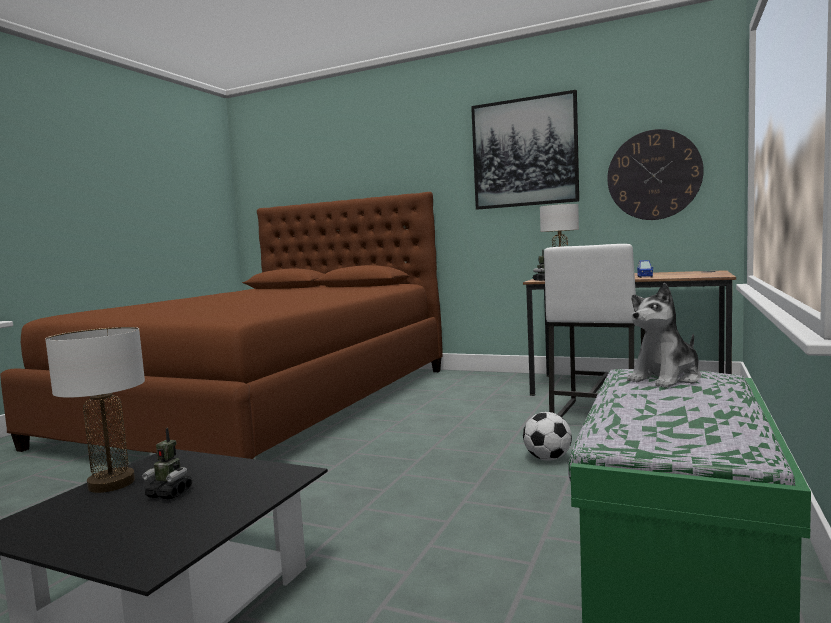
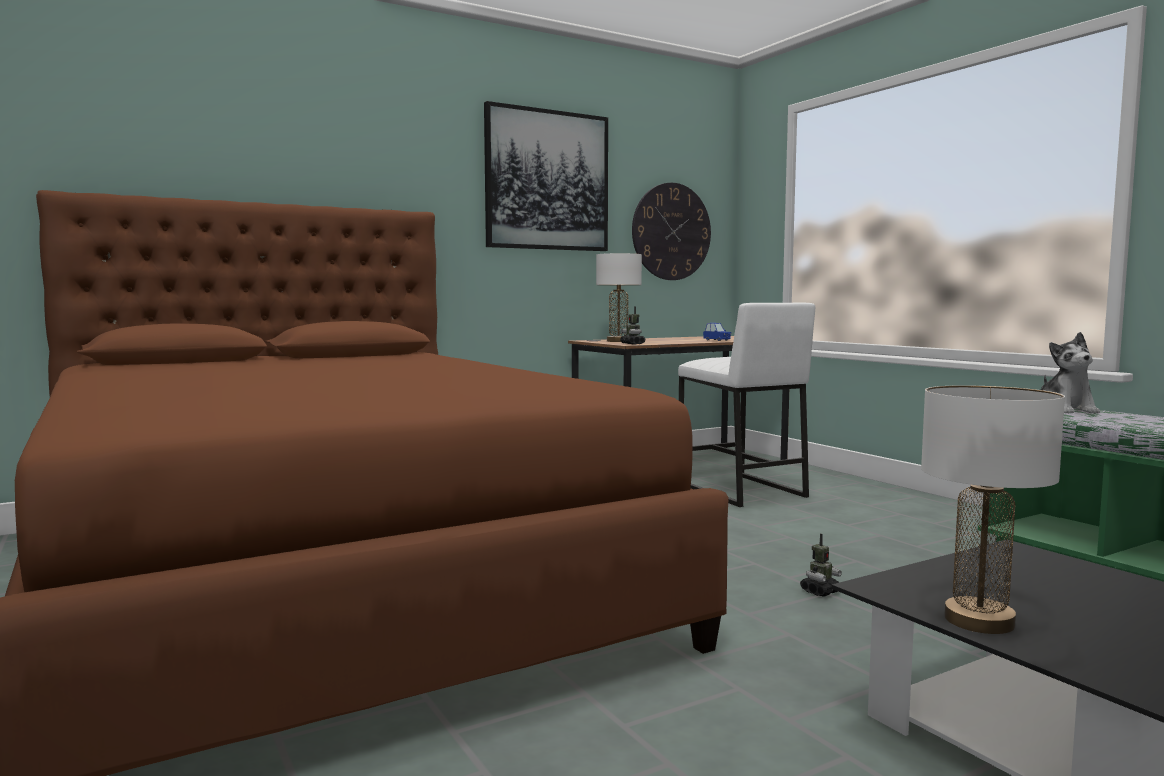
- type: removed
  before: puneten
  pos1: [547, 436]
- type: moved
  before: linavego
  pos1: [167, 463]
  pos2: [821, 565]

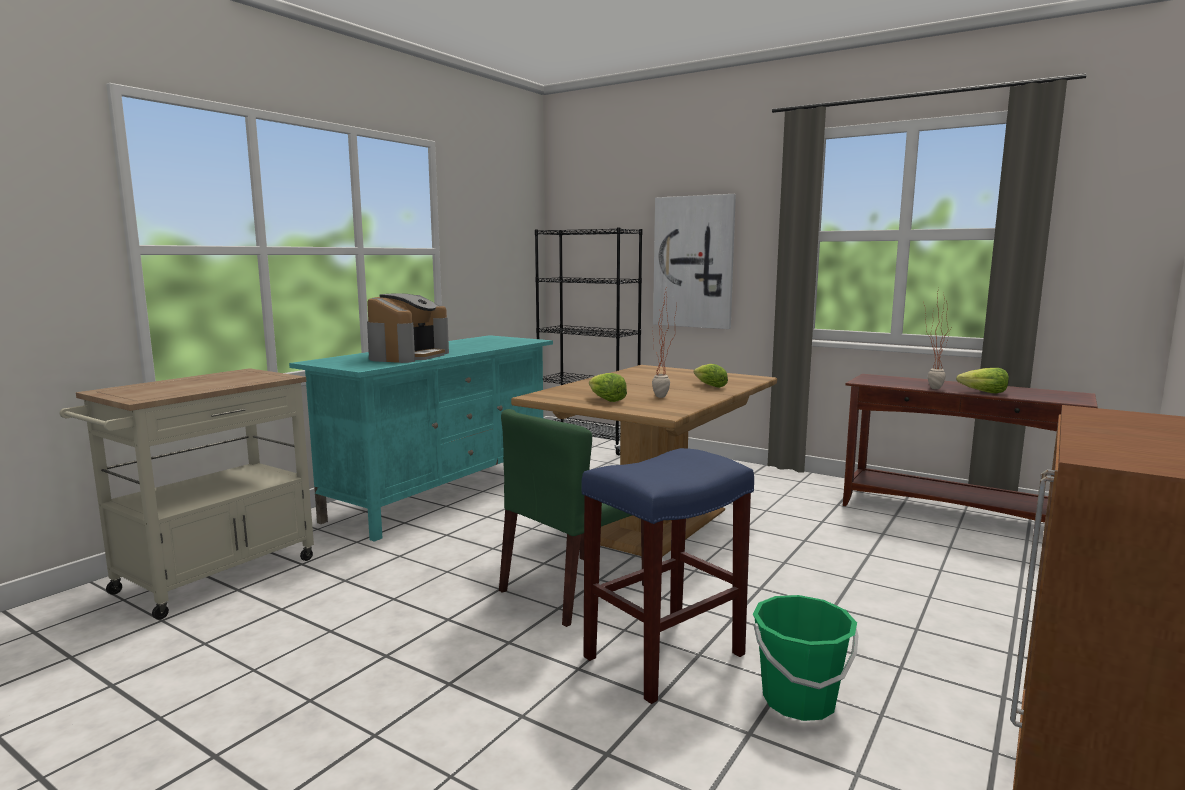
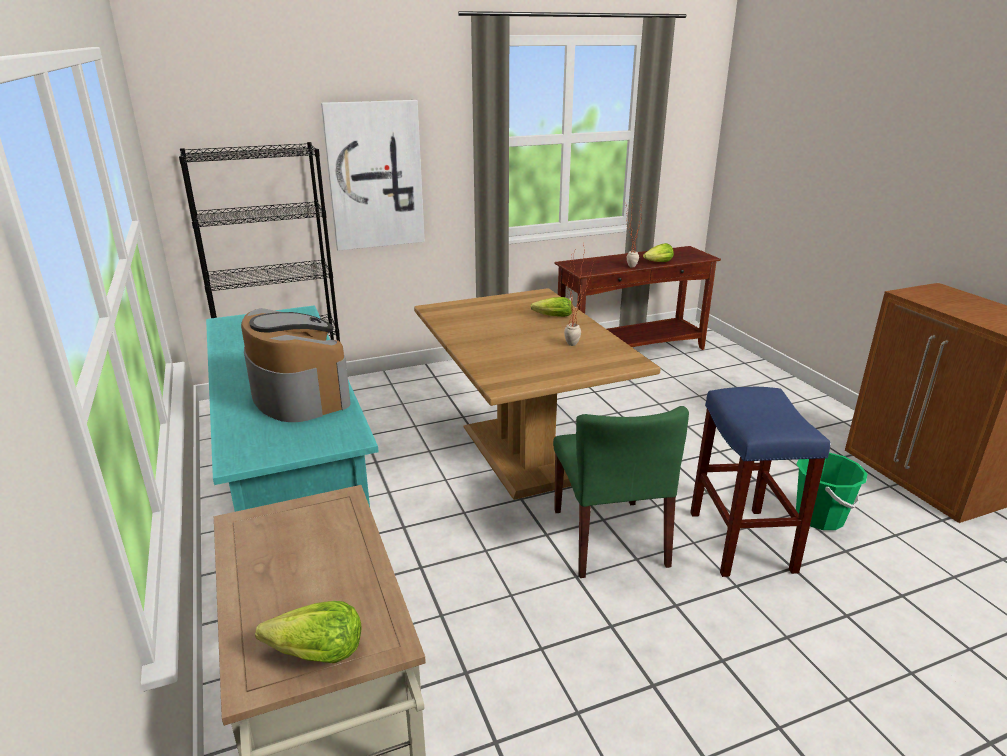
- type: moved
  before: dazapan
  pos1: [608, 387]
  pos2: [308, 632]

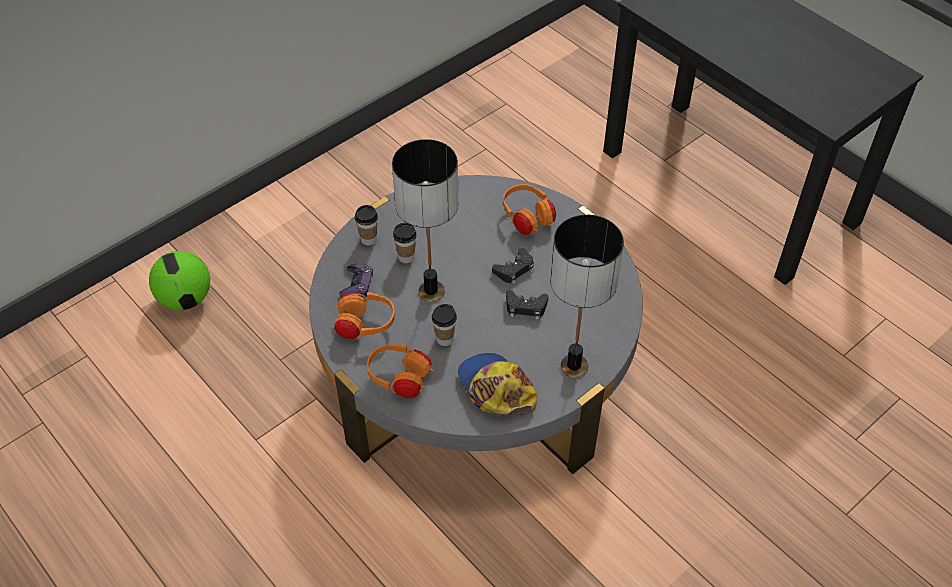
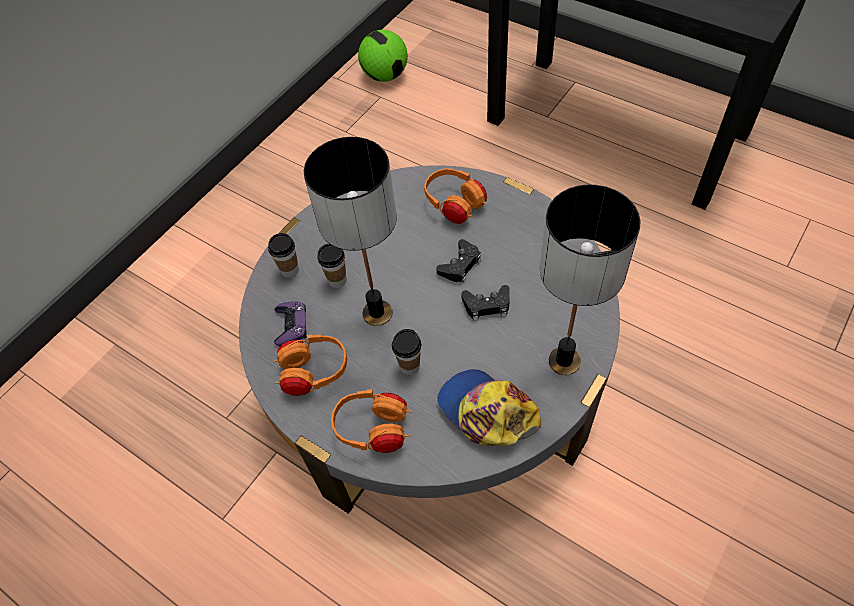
- type: moved
  before: puneten
  pos1: [179, 280]
  pos2: [383, 56]

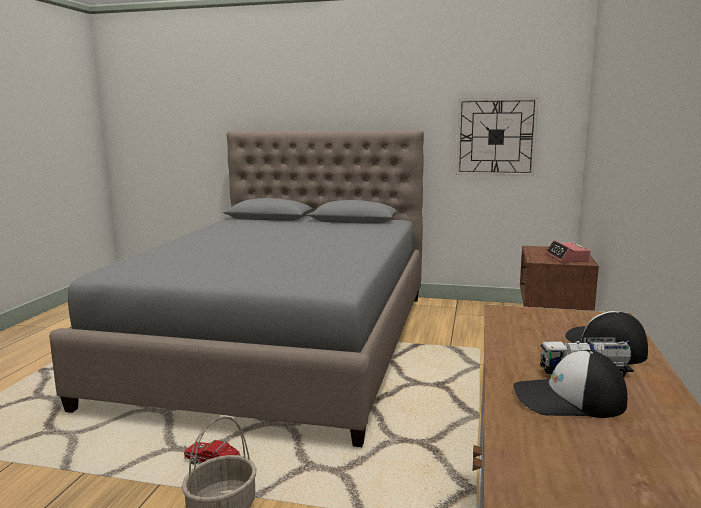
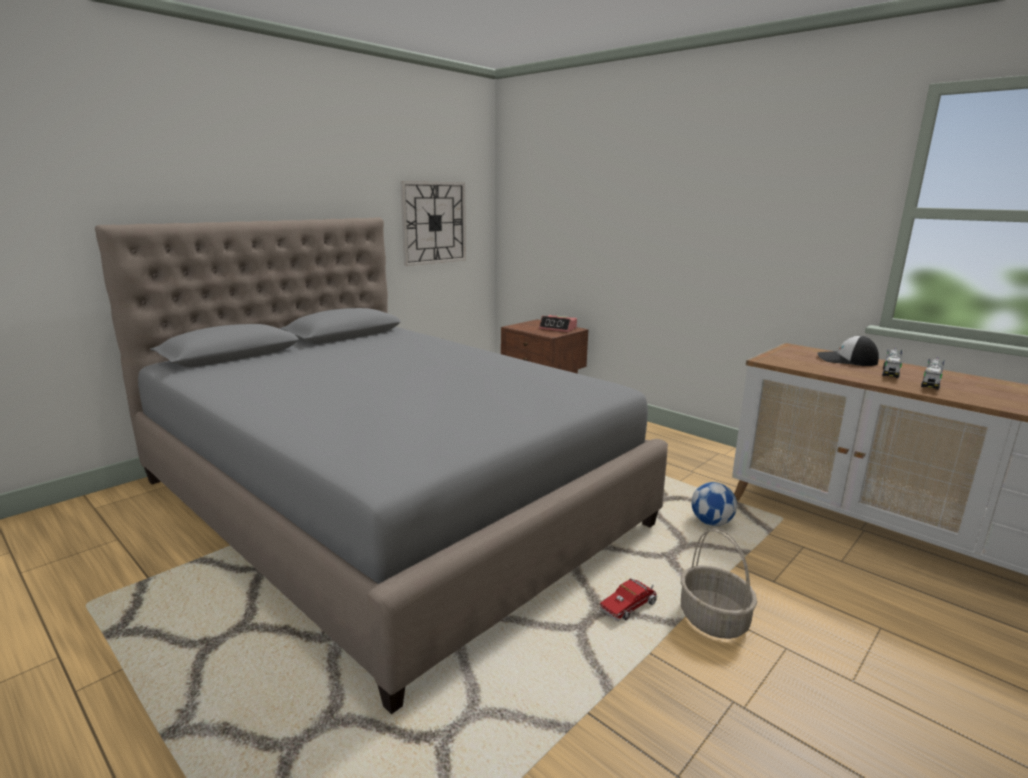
- type: replaced
  before: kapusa
  after: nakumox
  pos1: [571, 384]
  pos2: [933, 374]
- type: added
  after: puneten
  pos2: [714, 504]

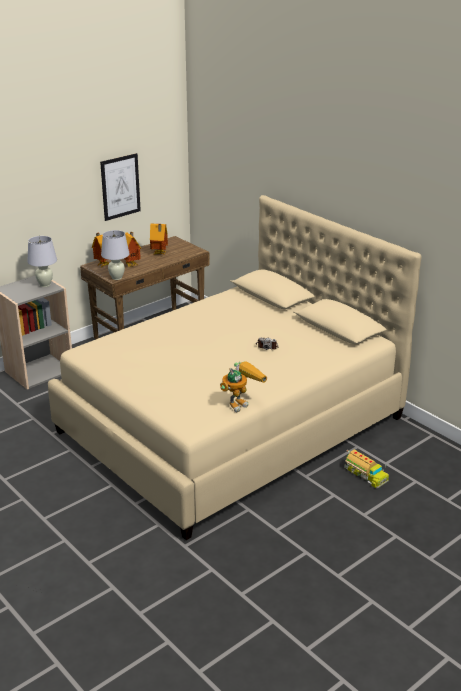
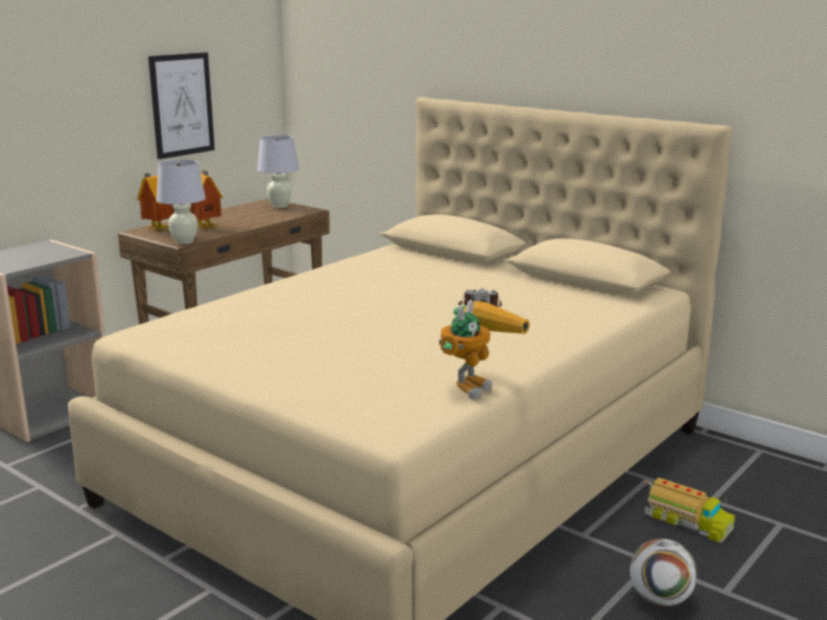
- type: removed
  before: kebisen
  pos1: [159, 239]
- type: moved
  before: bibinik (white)
  pos1: [42, 261]
  pos2: [278, 171]
- type: added
  after: puneten
  pos2: [663, 572]

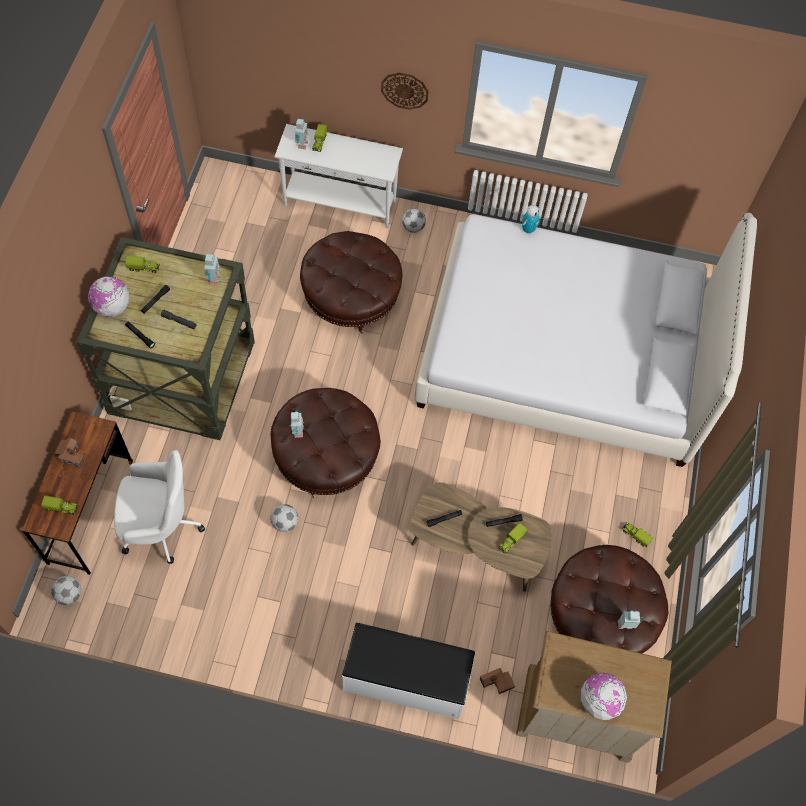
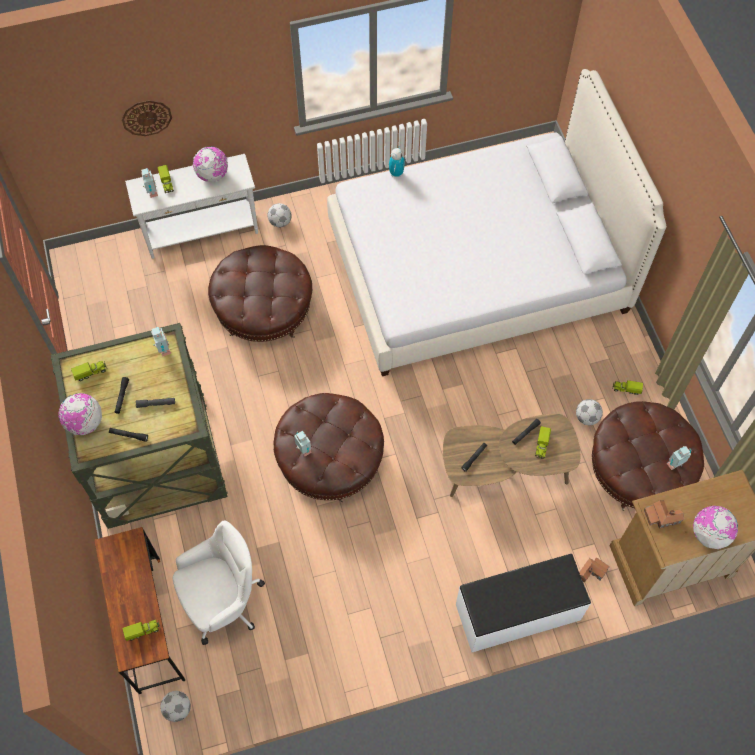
- type: moved
  before: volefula
  pos1: [405, 91]
  pos2: [147, 118]
- type: moved
  before: kebisen
  pos1: [70, 453]
  pos2: [664, 514]
- type: moved
  before: puneten
  pos1: [284, 518]
  pos2: [589, 412]
- type: added
  after: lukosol
  pos2: [210, 164]

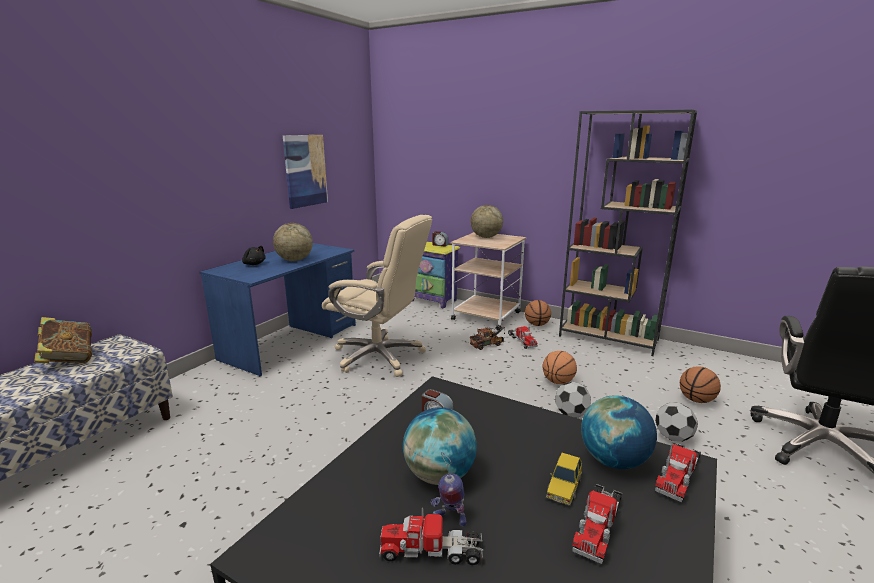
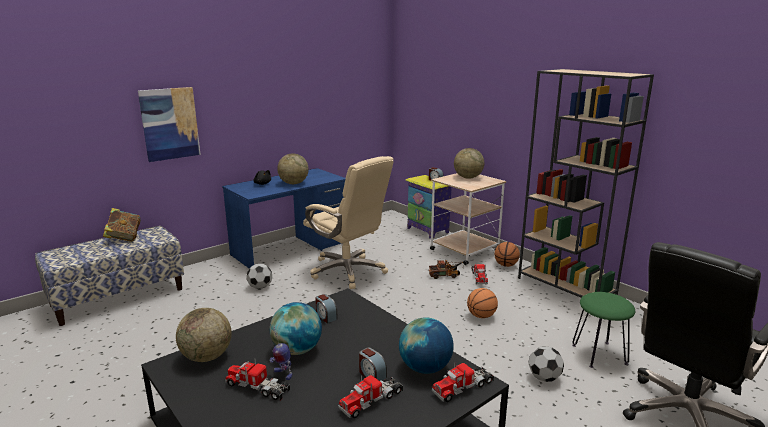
- type: moved
  before: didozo
  pos1: [305, 172]
  pos2: [169, 124]
- type: replaced
  before: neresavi
  after: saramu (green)
  pos1: [700, 384]
  pos2: [603, 330]
- type: moved
  before: puneten
  pos1: [573, 400]
  pos2: [259, 276]
- type: replaced
  before: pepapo
  after: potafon
  pos1: [564, 479]
  pos2: [373, 364]
- type: added
  after: lukosol
  pos2: [204, 335]

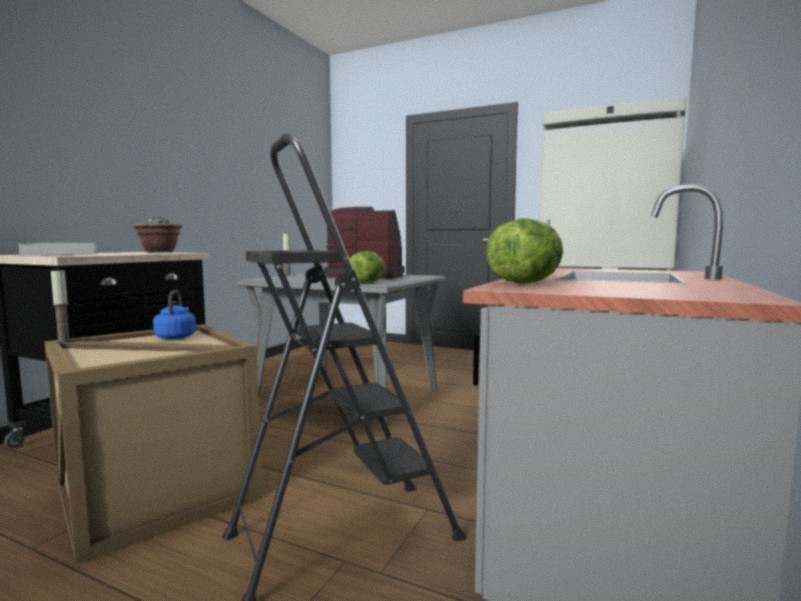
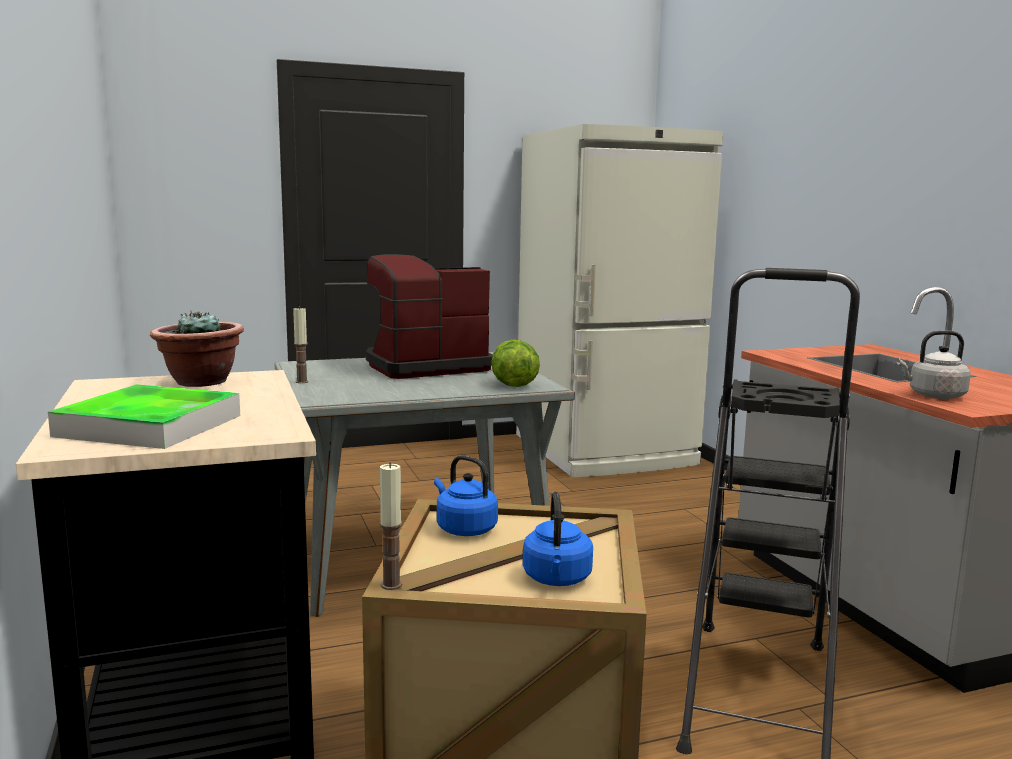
- type: replaced
  before: dazapan
  after: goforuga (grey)
  pos1: [524, 251]
  pos2: [933, 365]
- type: added
  after: goforuga (blue)
  pos2: [558, 538]

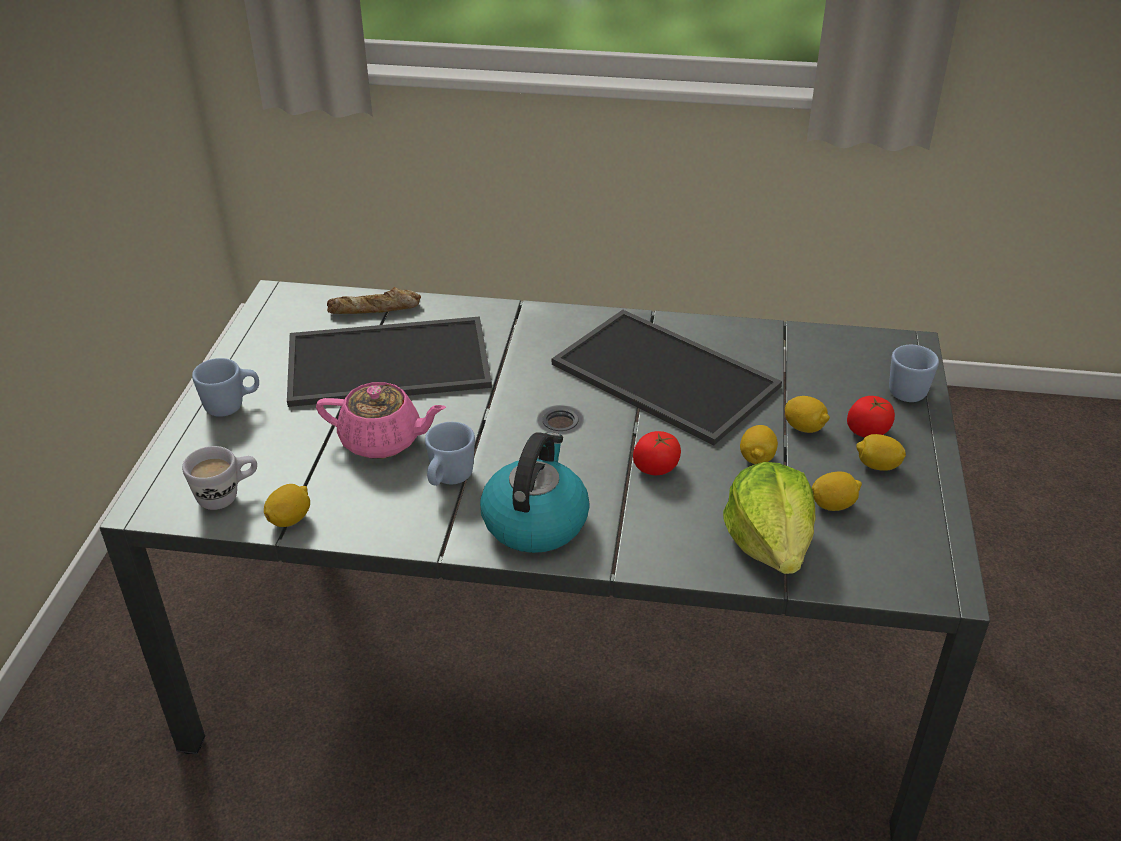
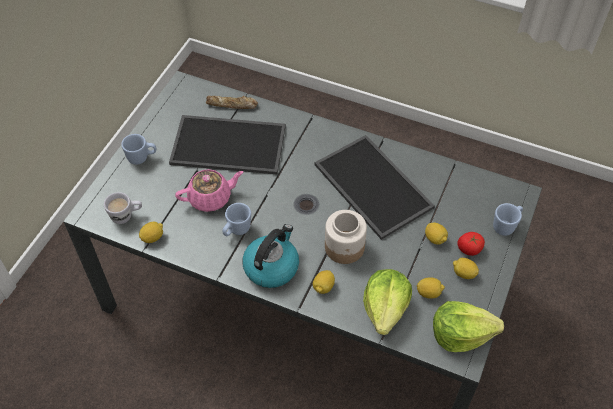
- type: turned
  before: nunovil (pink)
  pos1: [381, 420]
  pos2: [209, 190]
  turn: -45
- type: moved
  before: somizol
  pos1: [759, 444]
  pos2: [324, 282]
- type: replaced
  before: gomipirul
  after: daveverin
  pos1: [657, 453]
  pos2: [346, 237]
- type: added
  after: dazapan
  pos2: [468, 326]

